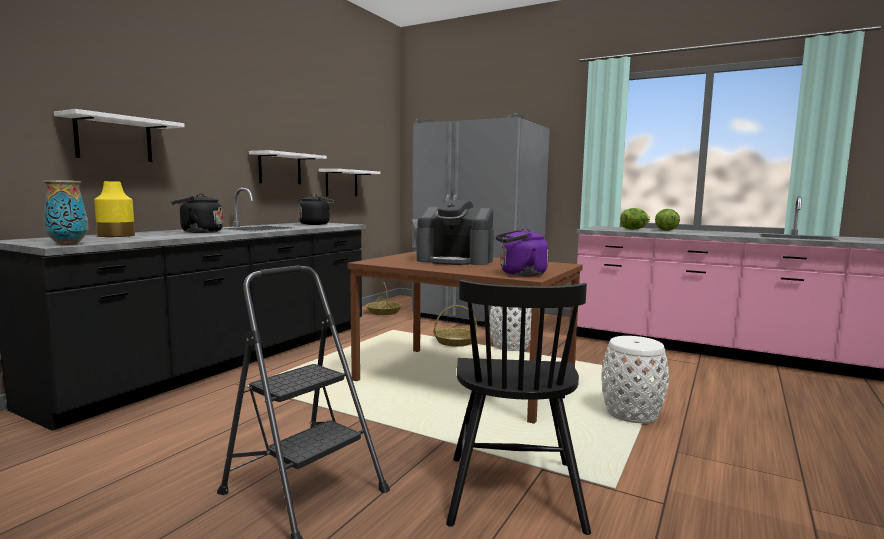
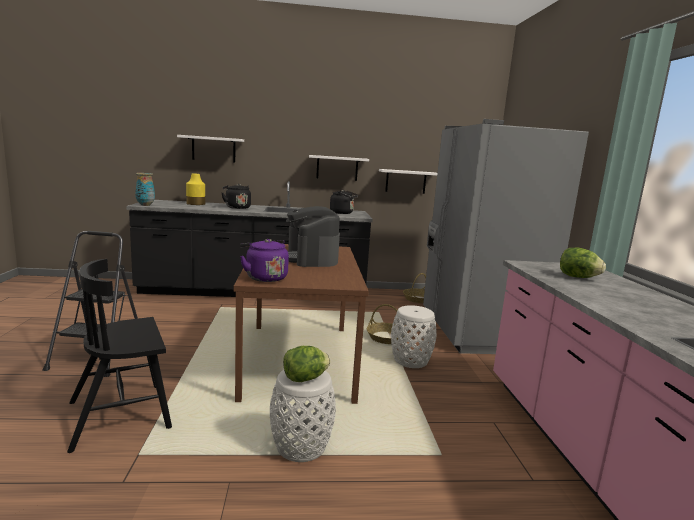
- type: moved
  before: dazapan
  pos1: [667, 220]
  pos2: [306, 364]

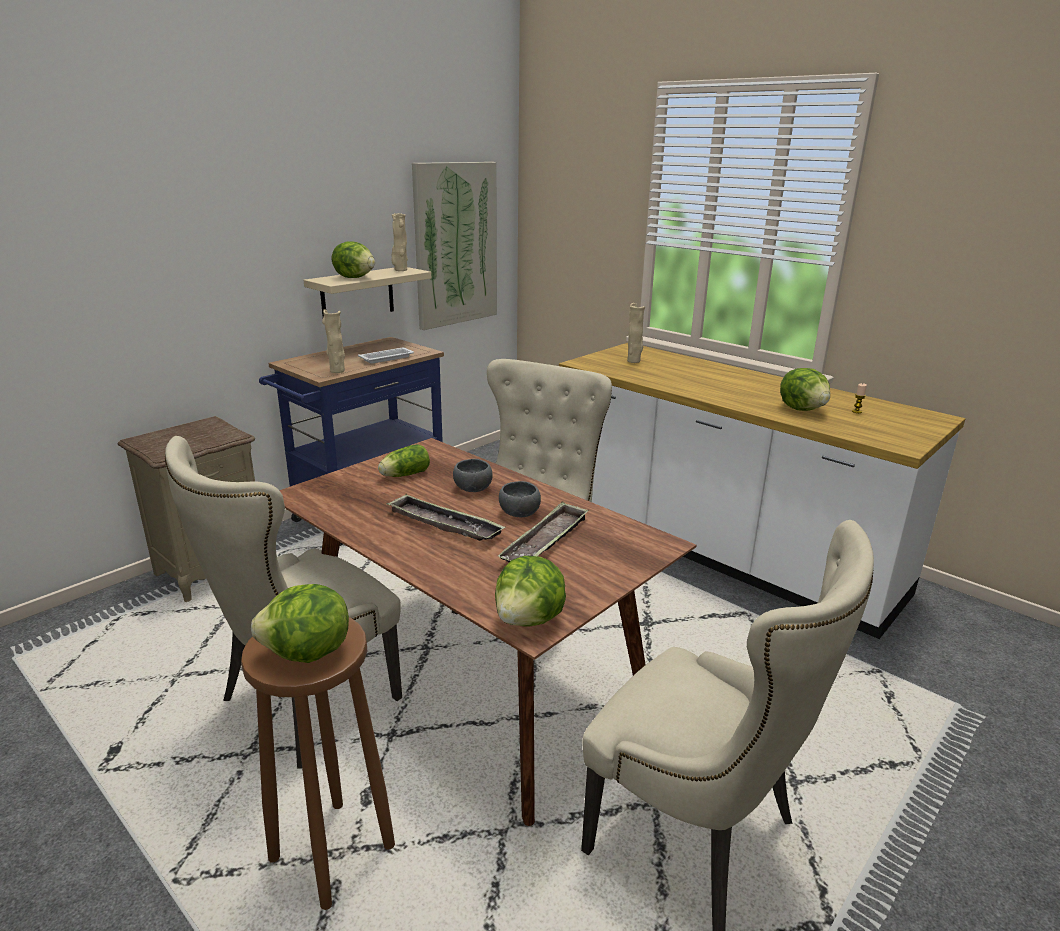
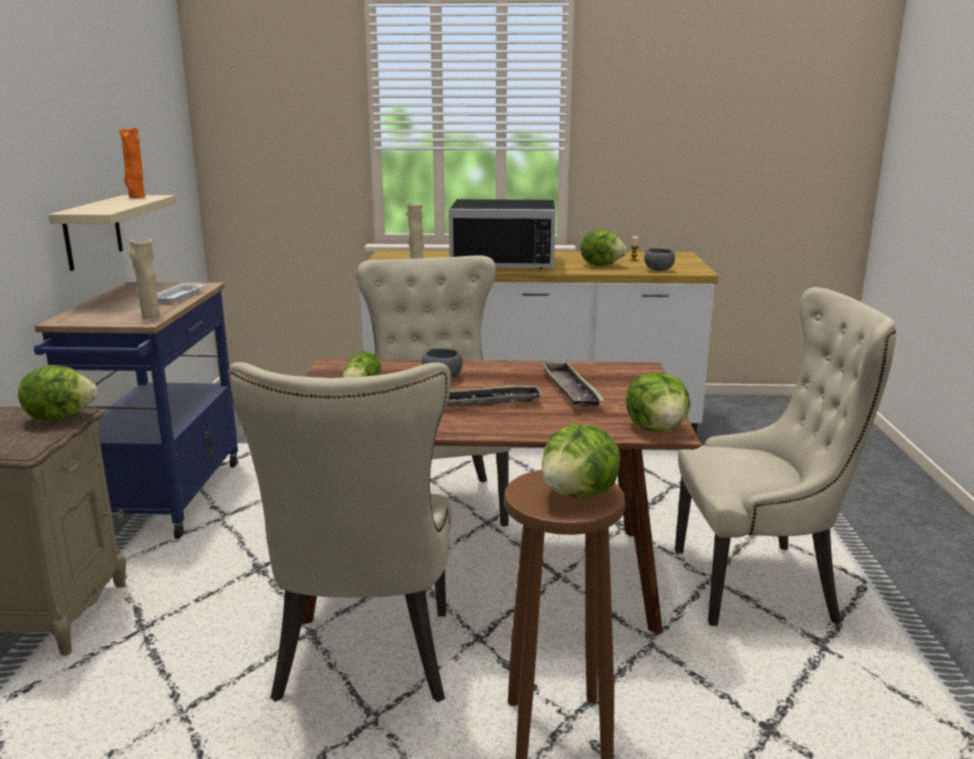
- type: removed
  before: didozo
  pos1: [454, 246]
- type: recoloured
  before: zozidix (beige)
  after: zozidix (orange)
  pos1: [400, 242]
  pos2: [132, 163]
- type: moved
  before: dazapan
  pos1: [353, 259]
  pos2: [58, 393]
- type: moved
  before: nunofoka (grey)
  pos1: [520, 499]
  pos2: [659, 259]
- type: added
  after: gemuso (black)
  pos2: [502, 234]

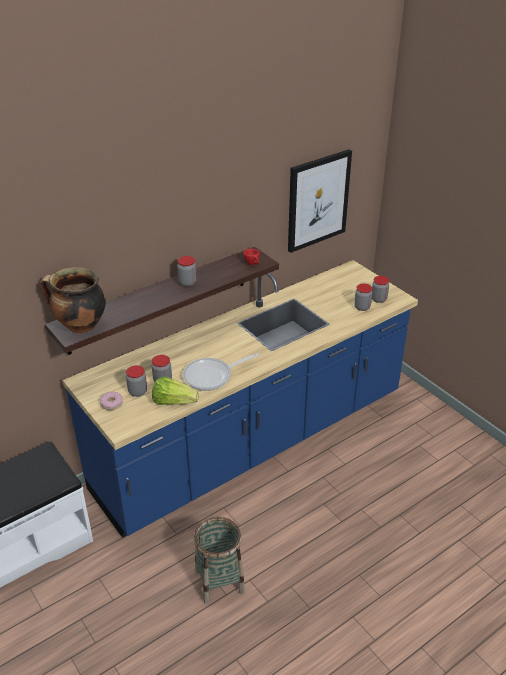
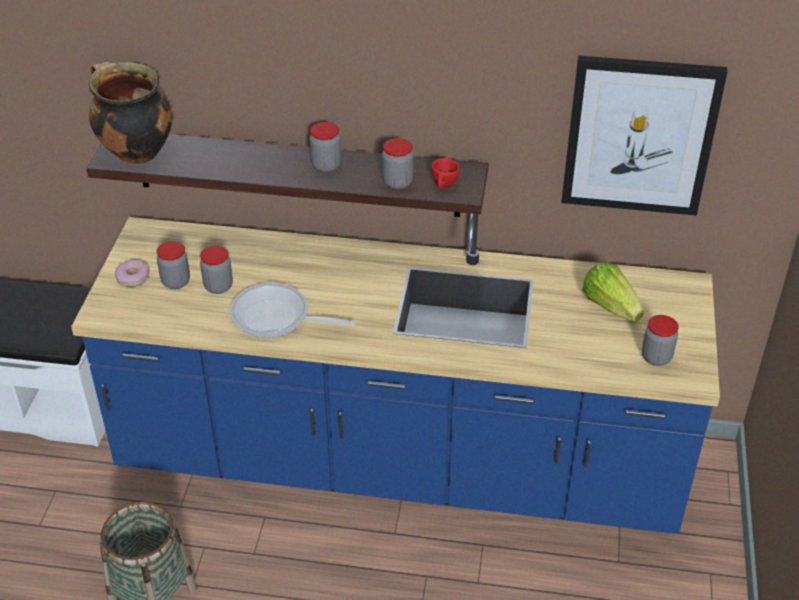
- type: moved
  before: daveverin
  pos1: [363, 297]
  pos2: [398, 163]
- type: moved
  before: dazapan
  pos1: [175, 390]
  pos2: [613, 292]

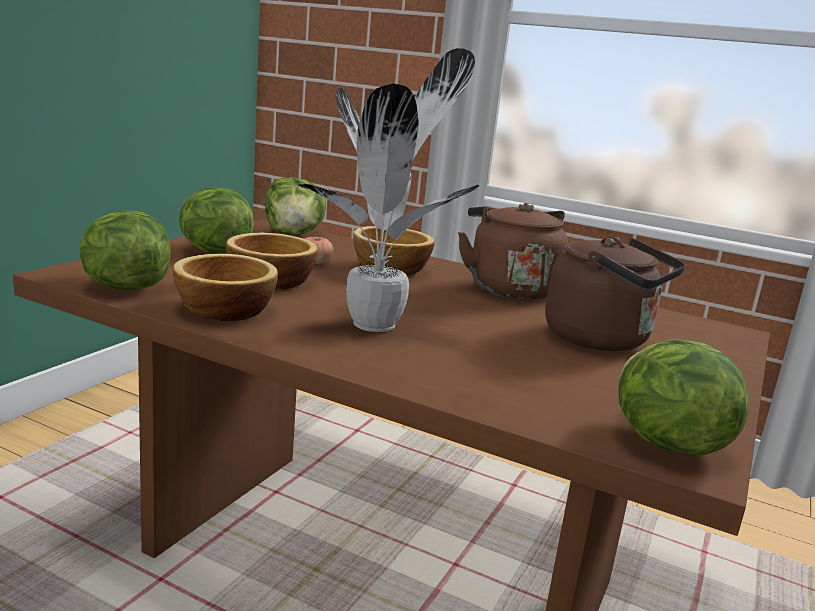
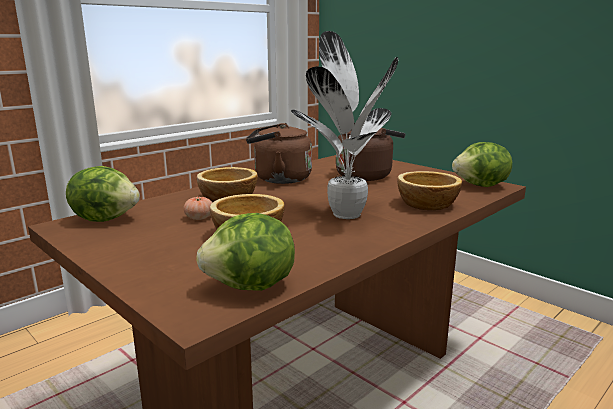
- type: removed
  before: dazapan
  pos1: [216, 220]
- type: moved
  before: nunofoka
  pos1: [225, 287]
  pos2: [429, 190]

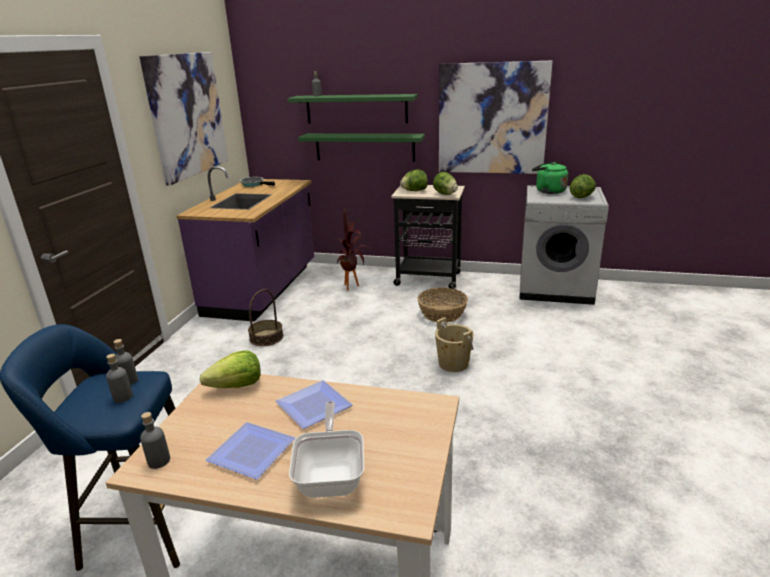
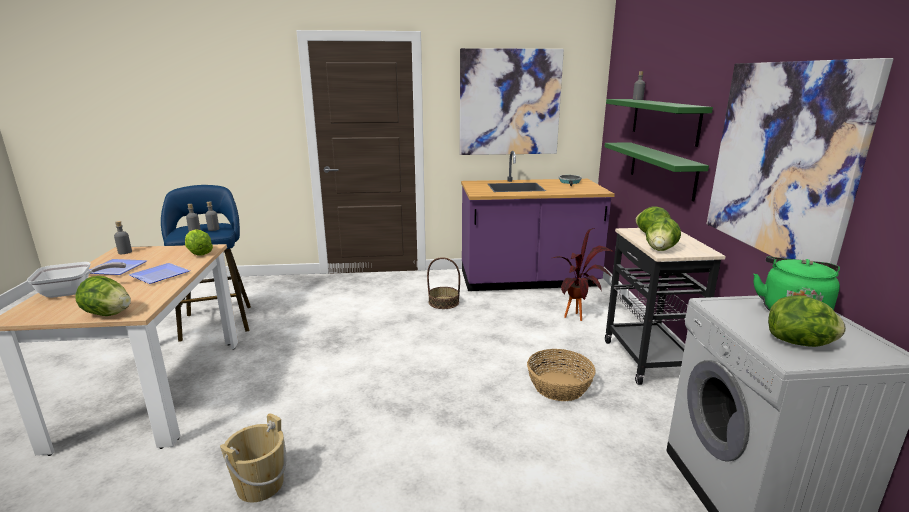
- type: moved
  before: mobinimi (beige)
  pos1: [454, 344]
  pos2: [253, 457]
- type: added
  after: dazapan
  pos2: [103, 296]

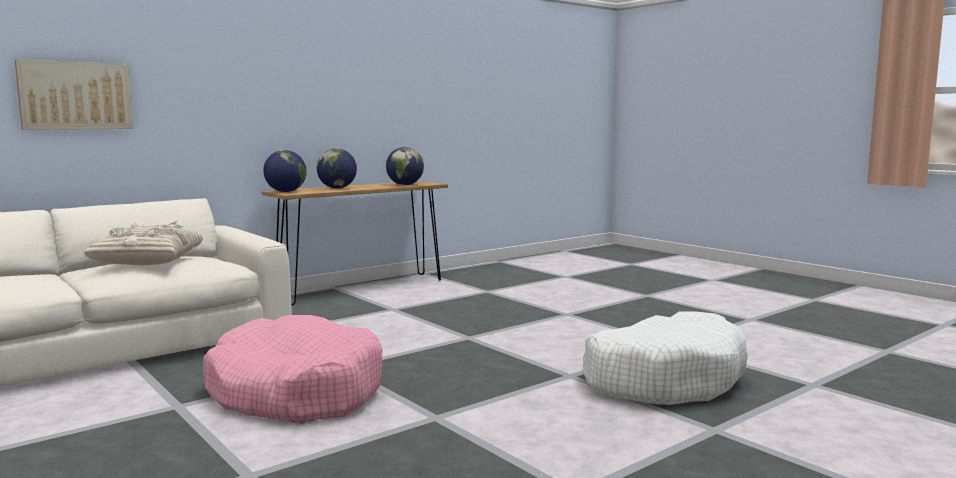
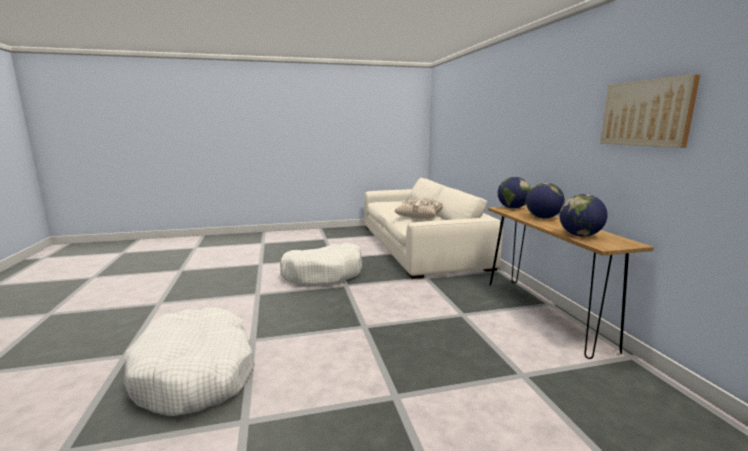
- type: moved
  before: didozo
  pos1: [74, 94]
  pos2: [650, 111]
- type: recoloured
  before: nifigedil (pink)
  after: nifigedil (white)
  pos1: [293, 369]
  pos2: [321, 264]

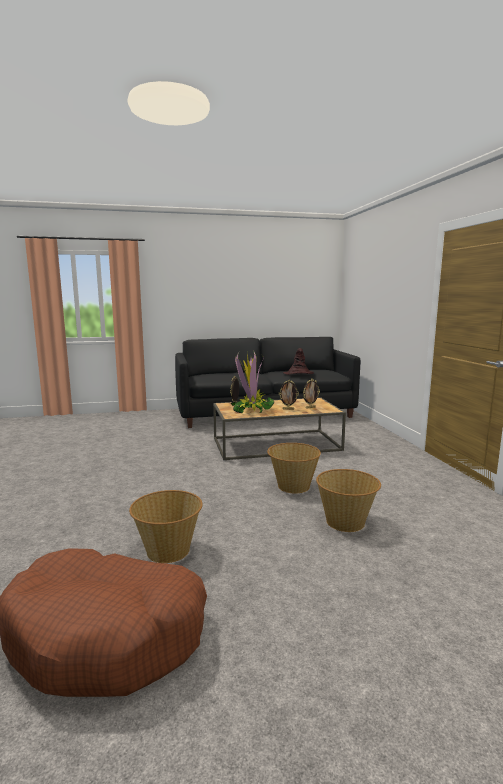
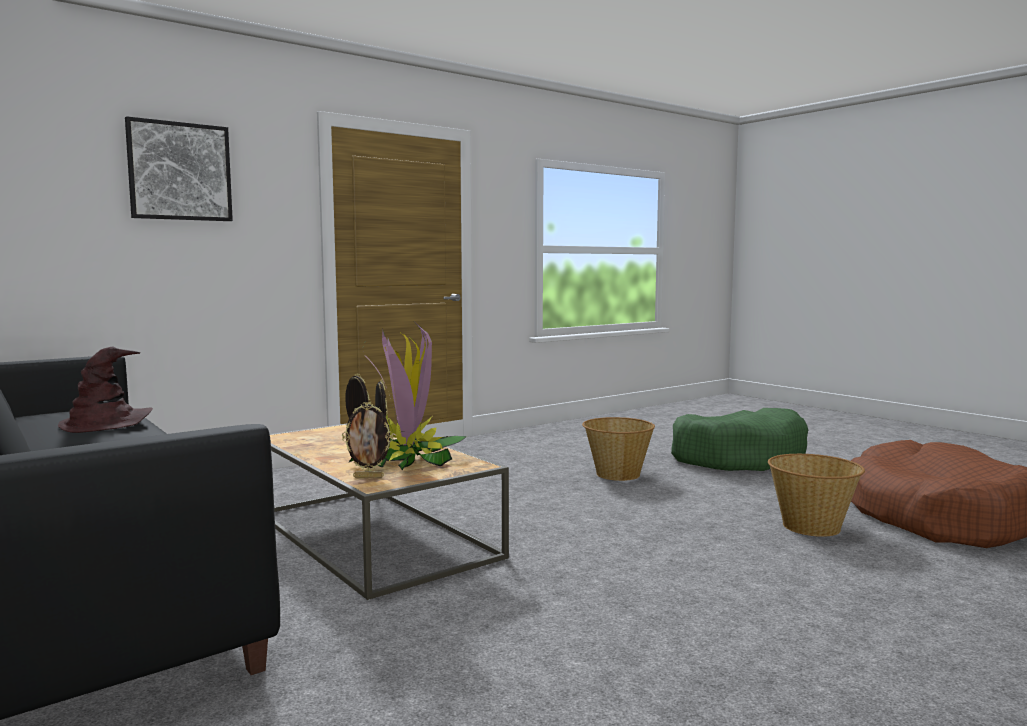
- type: removed
  before: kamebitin
  pos1: [294, 468]
- type: added
  after: didozo
  pos2: [179, 168]
- type: added
  after: nifigedil (green)
  pos2: [739, 439]

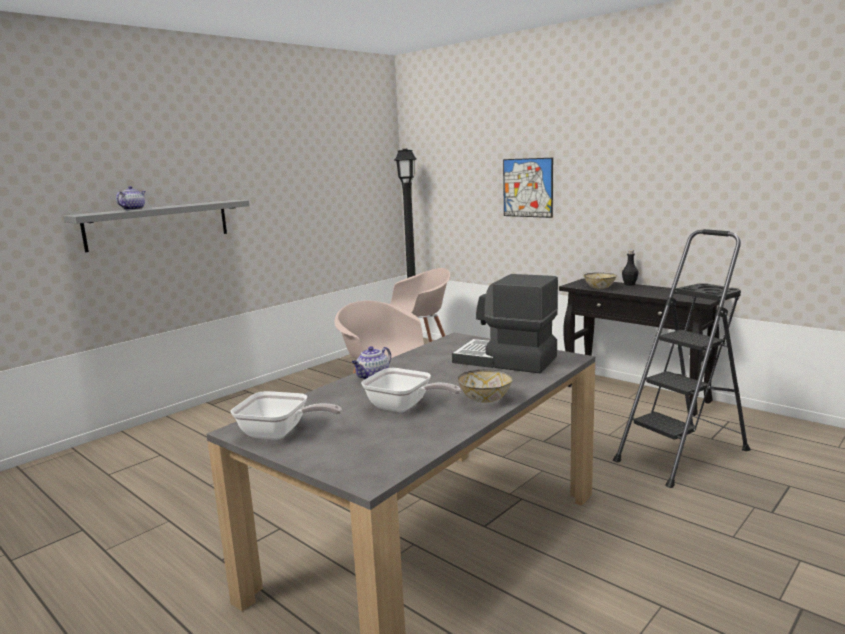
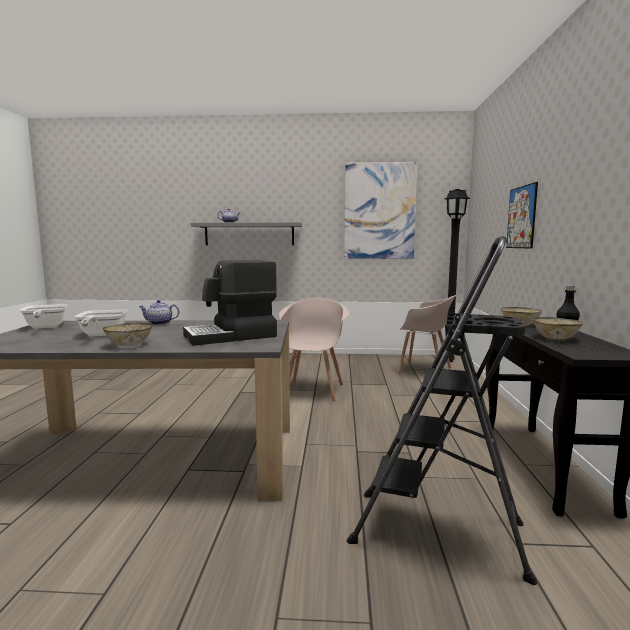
- type: turned
  before: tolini
  pos1: [505, 324]
  pos2: [230, 303]
  turn: -105
- type: added
  after: didozo
  pos2: [381, 210]
- type: added
  after: nunofoka
  pos2: [558, 328]

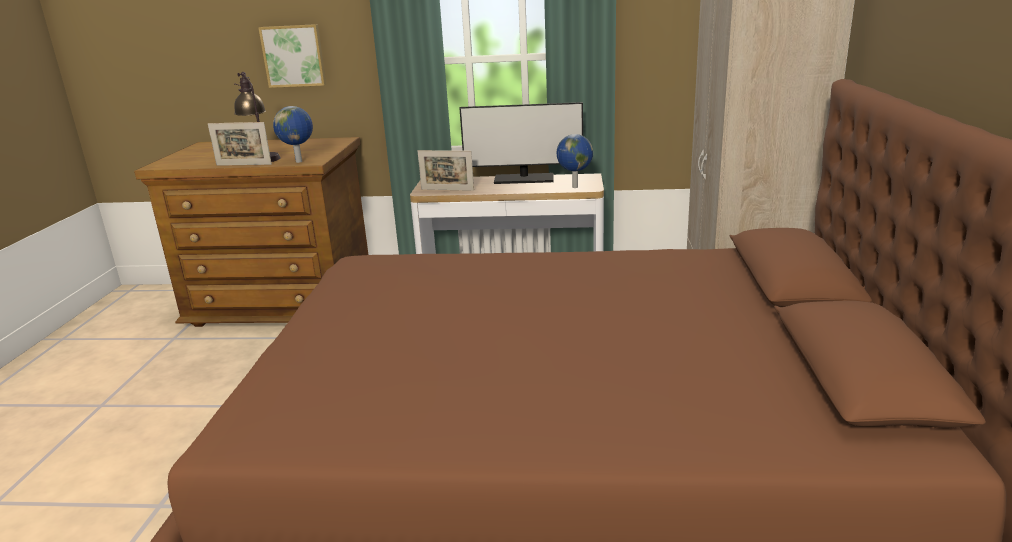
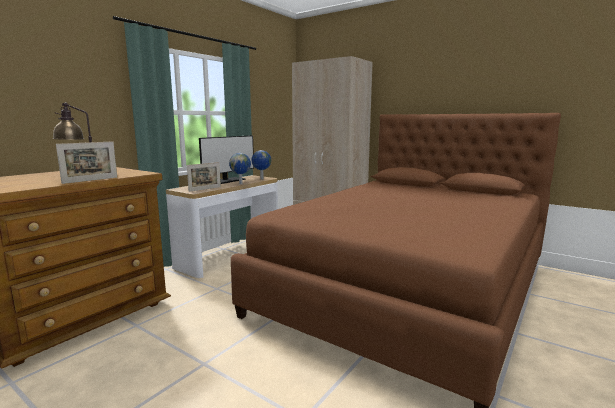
- type: removed
  before: didozo
  pos1: [292, 56]
- type: moved
  before: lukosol
  pos1: [293, 134]
  pos2: [240, 168]

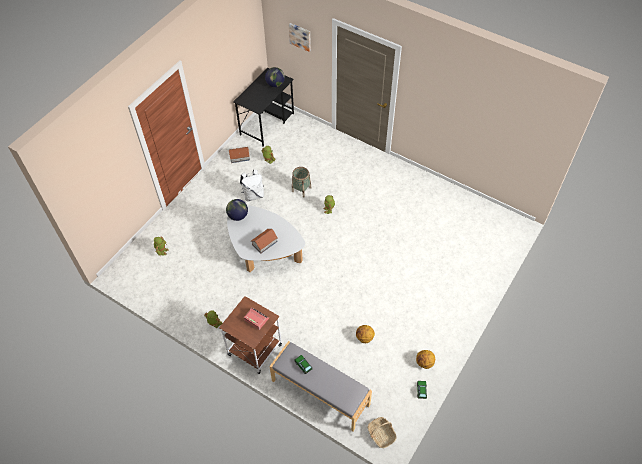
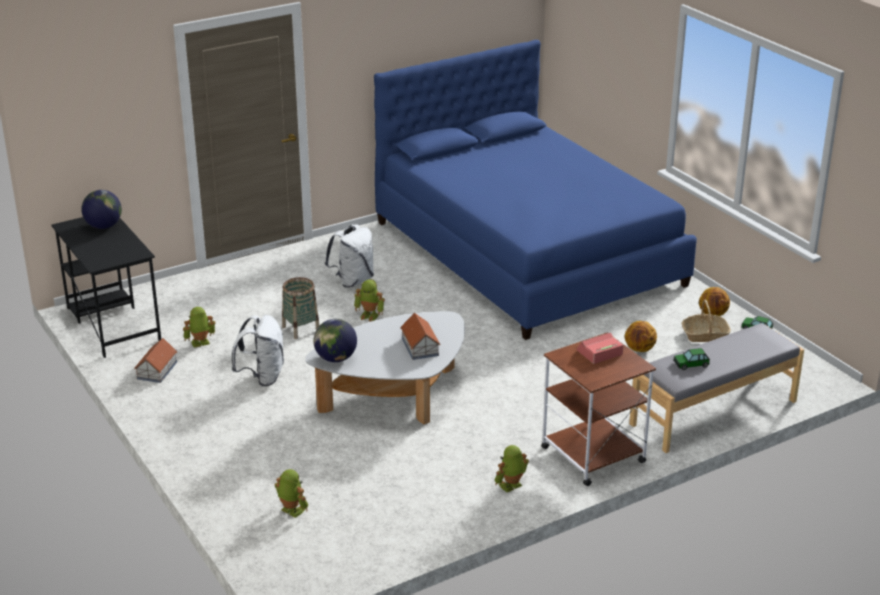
- type: removed
  before: didozo
  pos1: [300, 37]
- type: moved
  before: kamebitin
  pos1: [382, 432]
  pos2: [706, 321]
- type: added
  after: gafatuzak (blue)
  pos2: [535, 190]
- type: added
  after: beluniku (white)
  pos2: [349, 256]

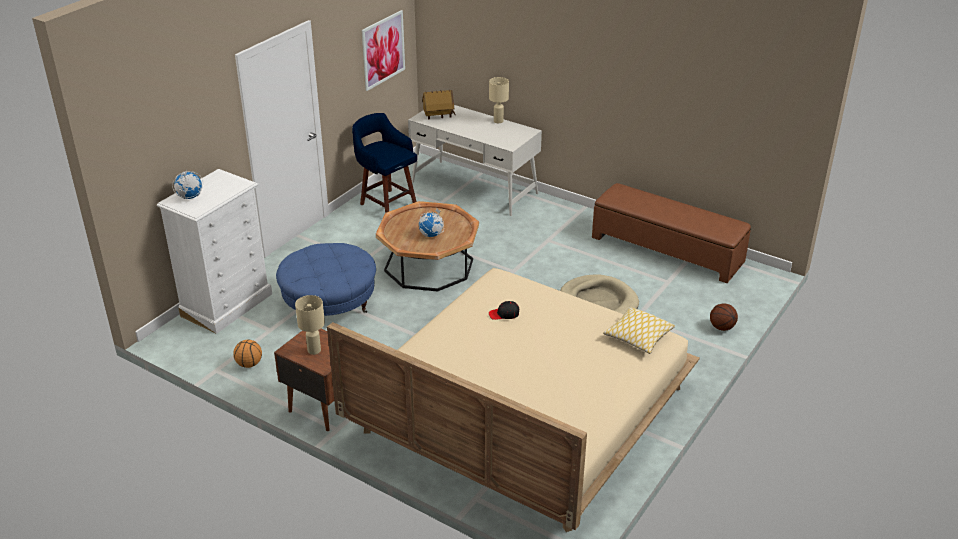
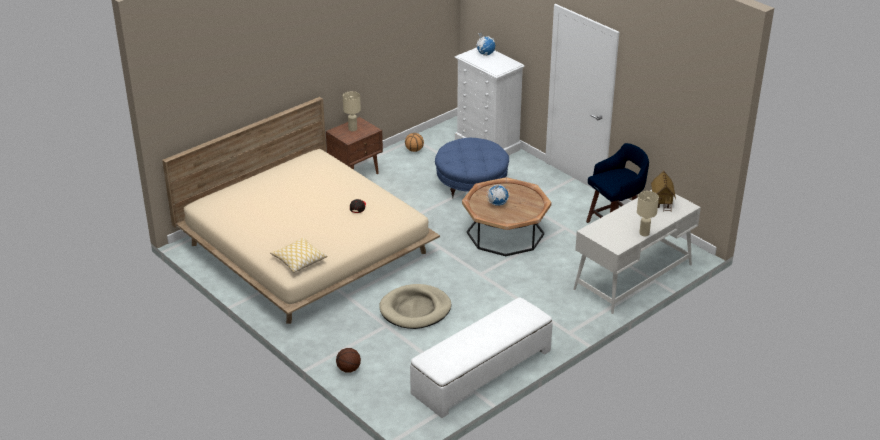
- type: removed
  before: didozo
  pos1: [383, 50]
- type: recoloured
  before: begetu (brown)
  after: begetu (white)
  pos1: [671, 233]
  pos2: [481, 358]

